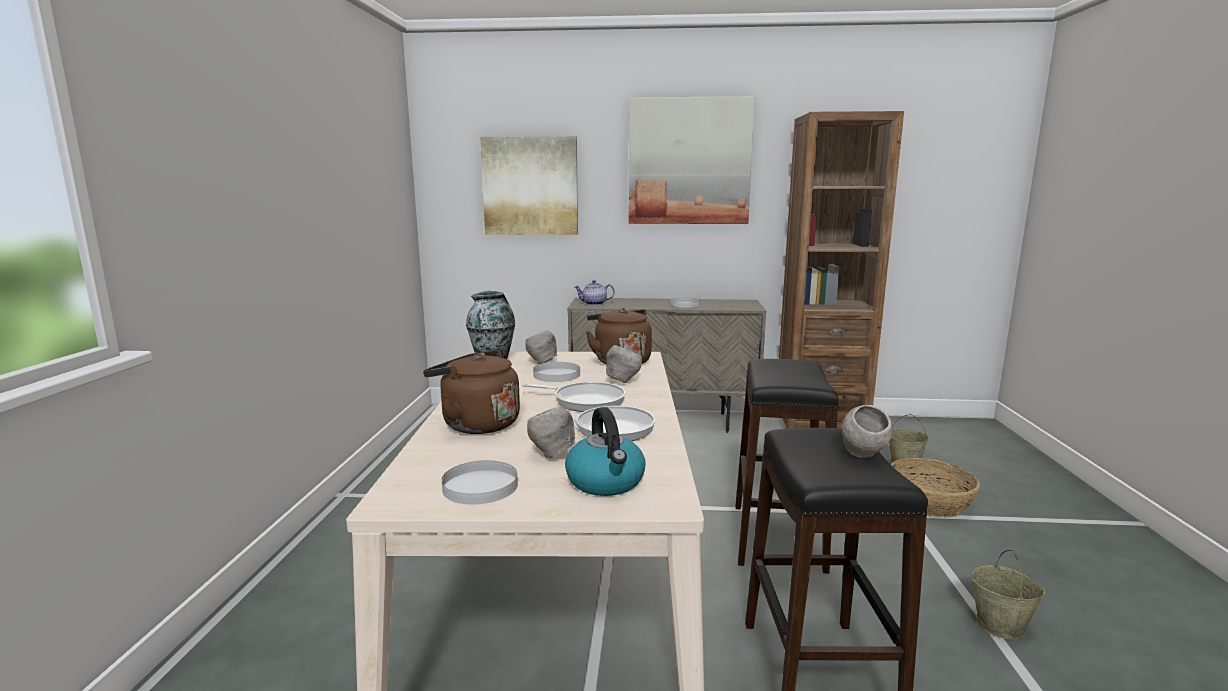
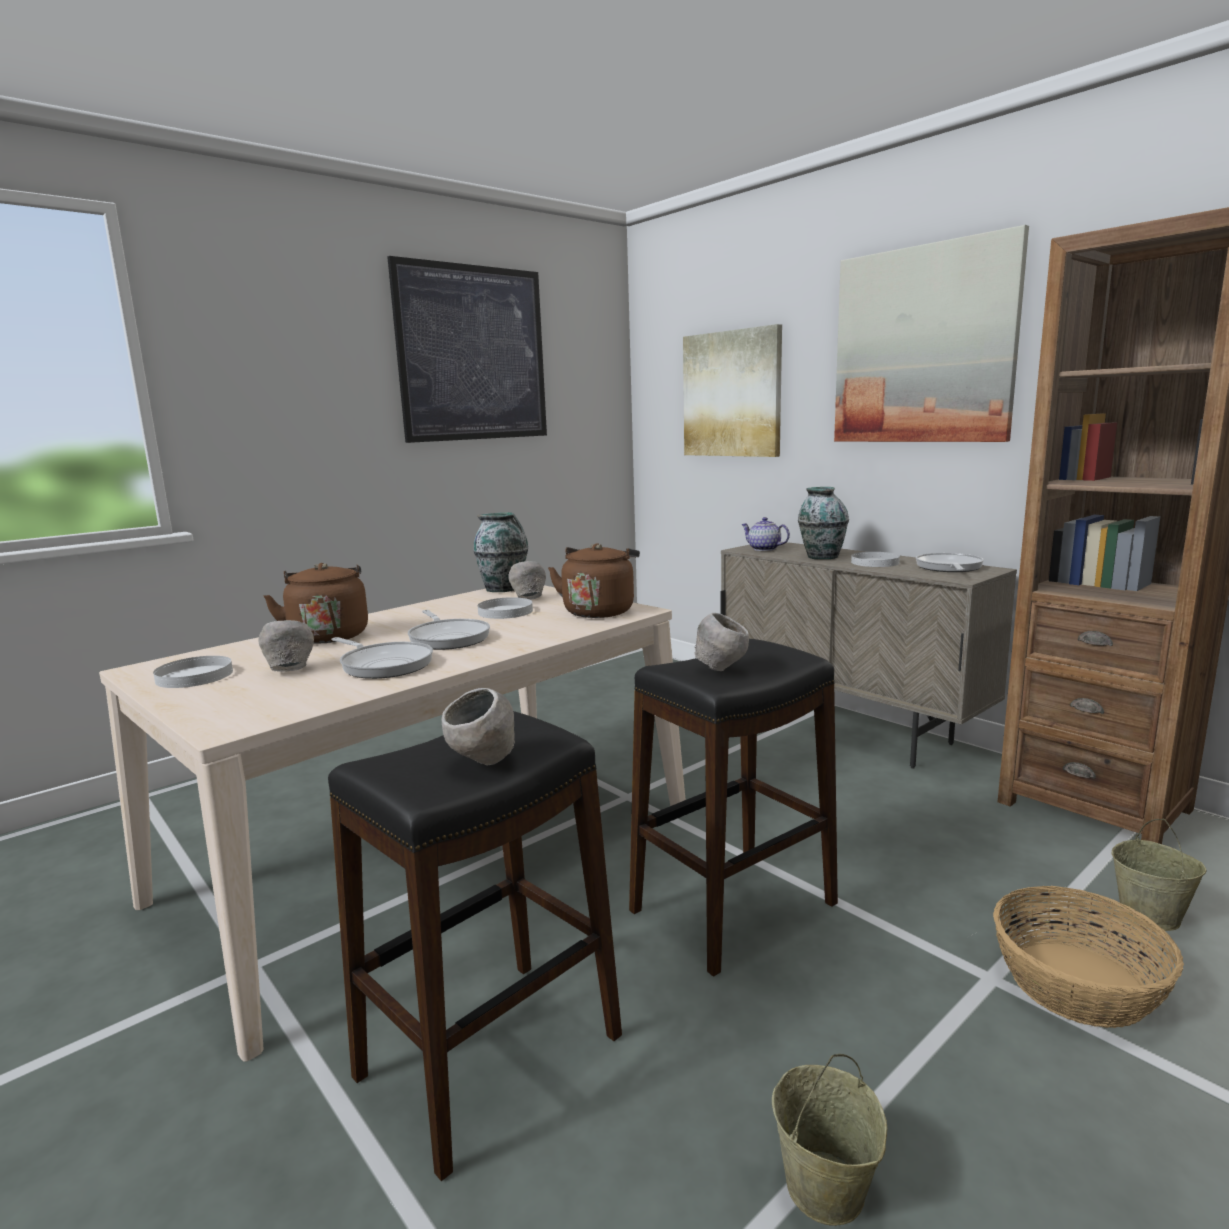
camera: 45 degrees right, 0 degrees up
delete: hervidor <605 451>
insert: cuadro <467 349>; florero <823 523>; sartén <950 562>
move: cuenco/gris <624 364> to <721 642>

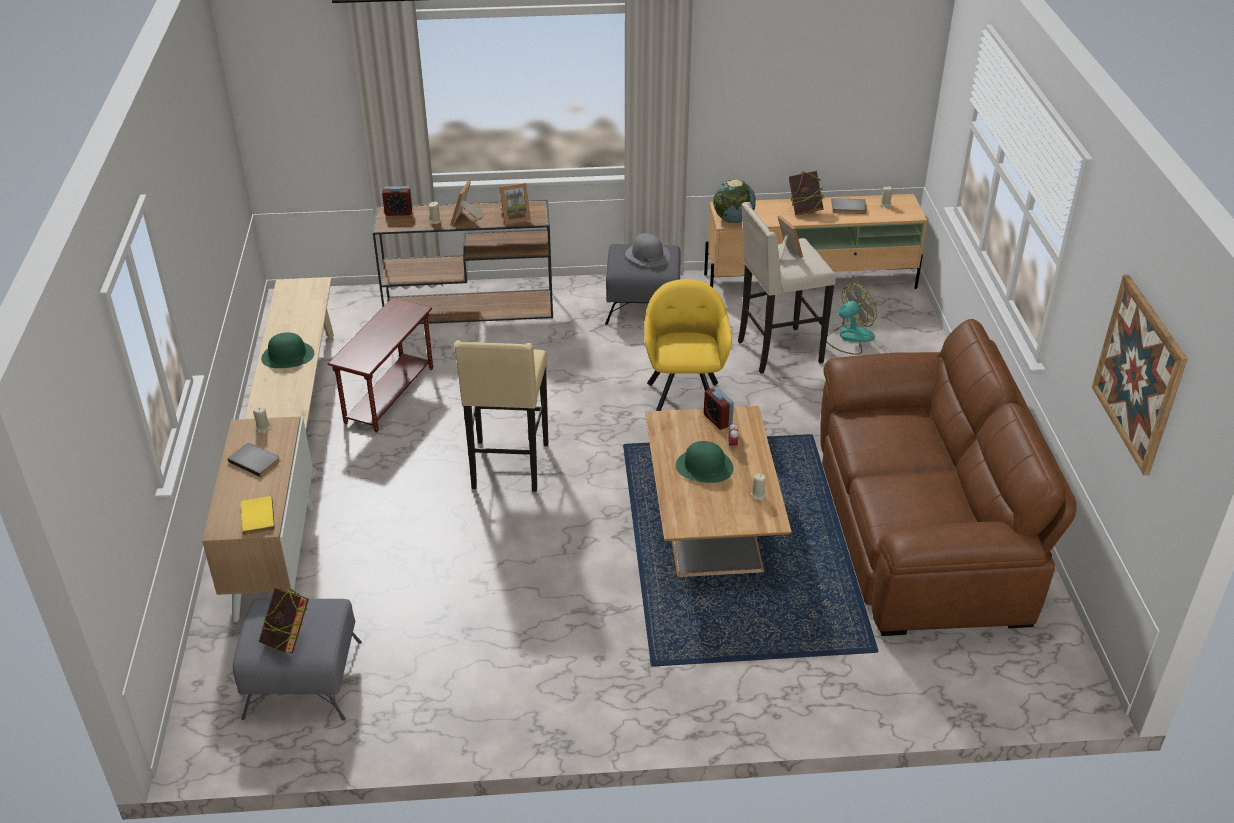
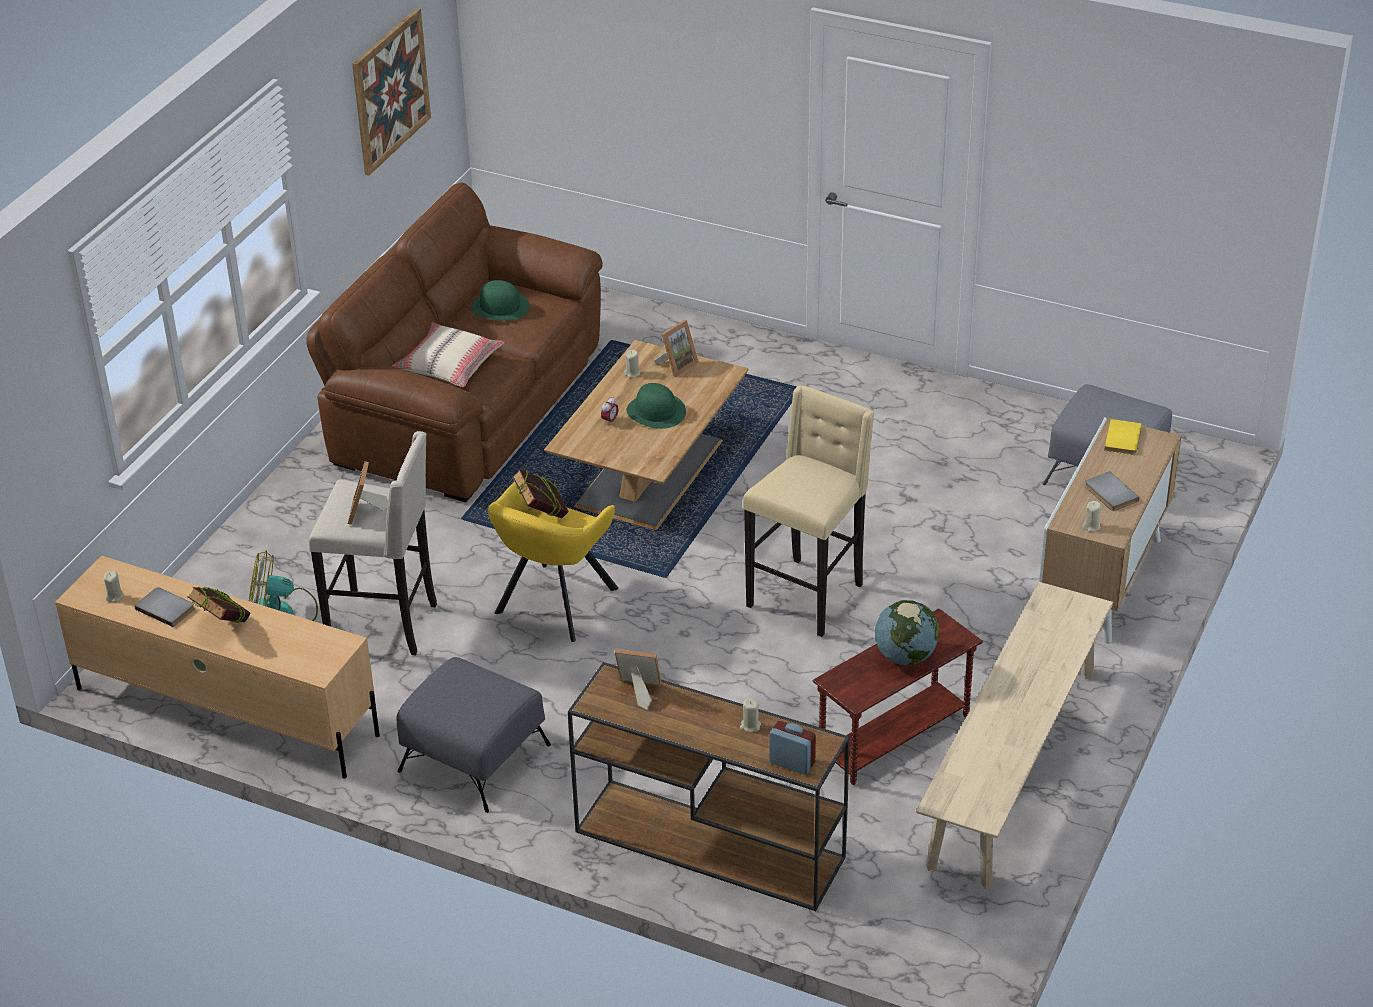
camera: 150 degrees left, 0 degrees up
delete: sombrero/gris <647 250>; despertador <719 408>
insert: cojín/beis <448 355>
move: portarretratos <467 202> to <677 348>; globo terráqueo <734 201> to <907 633>; sombrero/verde <287 350> to <500 300>; libro <284 620> to <540 493>

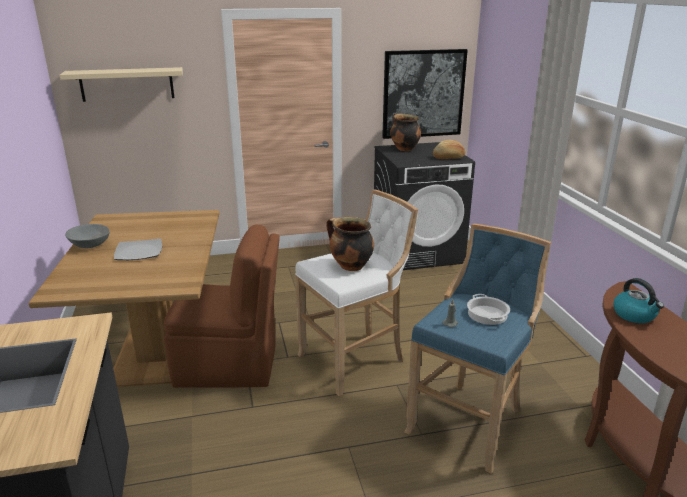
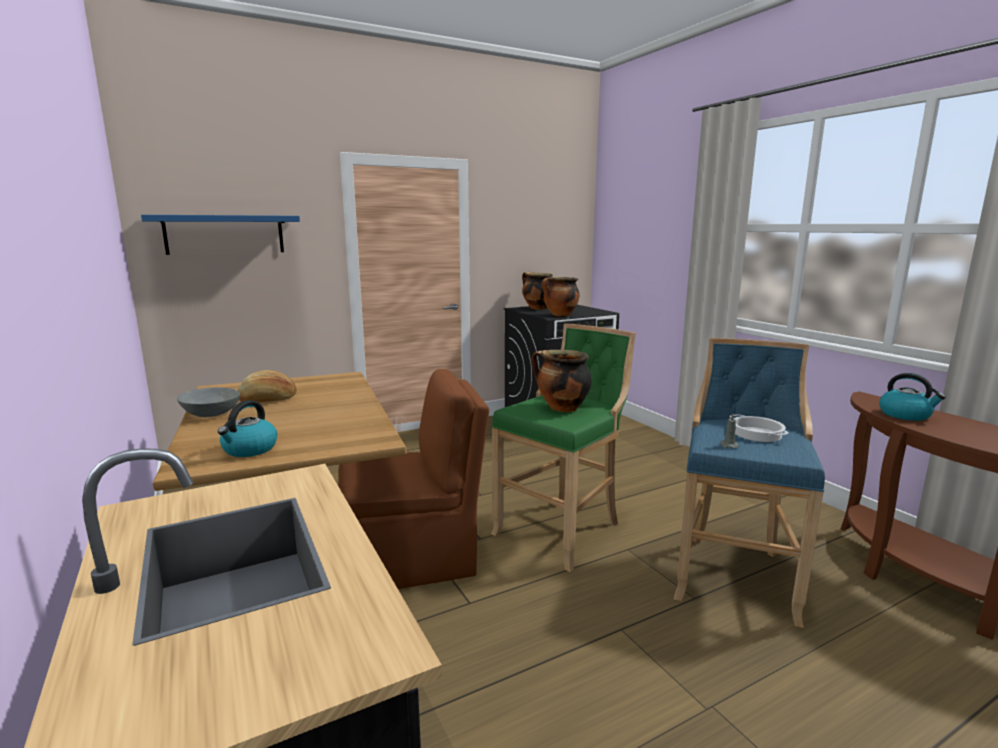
camera: 15 degrees left, 10 degrees down
delete: cuadro <425 94>; plato <138 249>
insert: olla <560 296>; hervidor <247 428>
move: pan <449 149> to <267 386>
recolor: estante/beis <121 84> to estante/azul <220 235>; taburete/blanco <356 293> to taburete/verde <563 448>

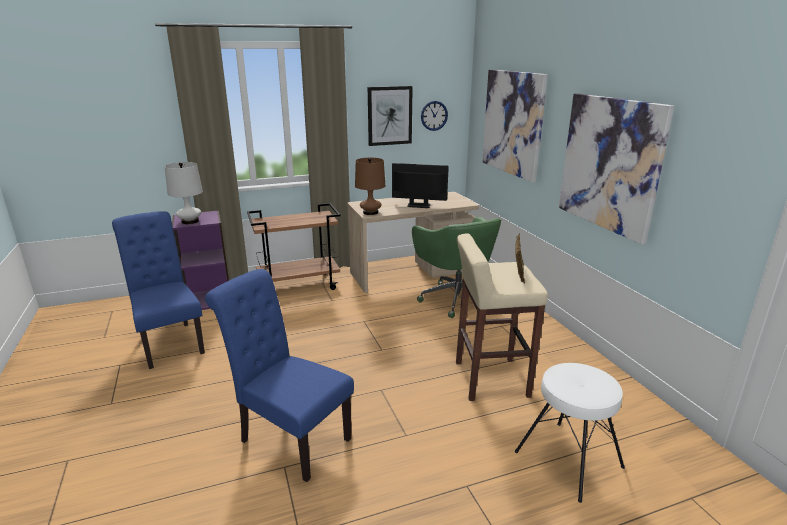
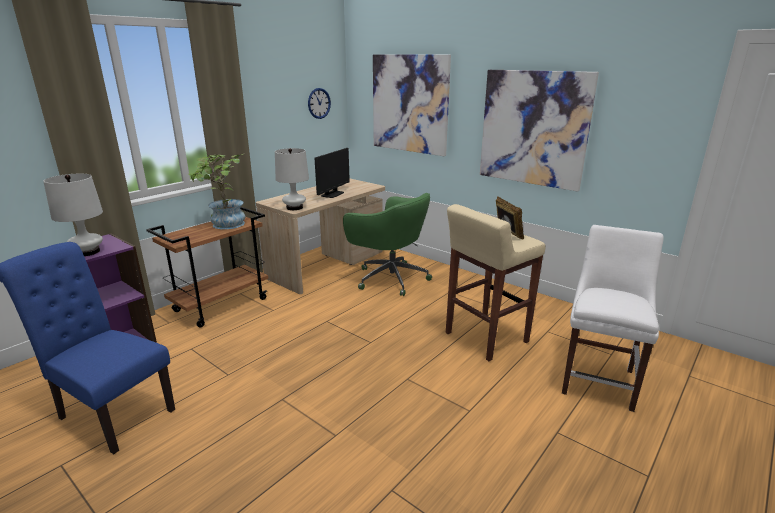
camera: 30 degrees left, 0 degrees up
delete: cuadro <390 116>; silla/azul <279 375>
insert: planta en maceta <216 191>
replace: taburete/blanco <570 433> to silla/blanco <613 318>
recolor: lámpara de mesa/marrón <370 186> to lámpara de mesa/blanco <292 179>
rotate: monitor <420 185> = <332 173> 135 degrees clockwise

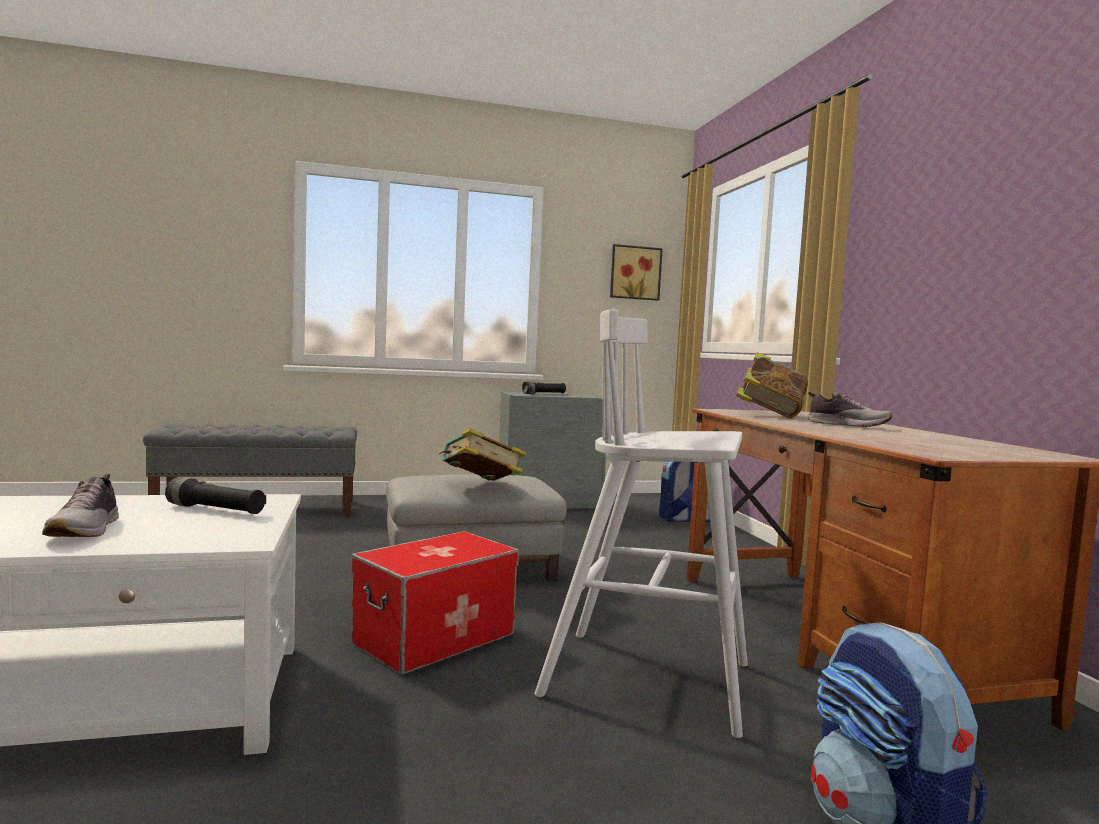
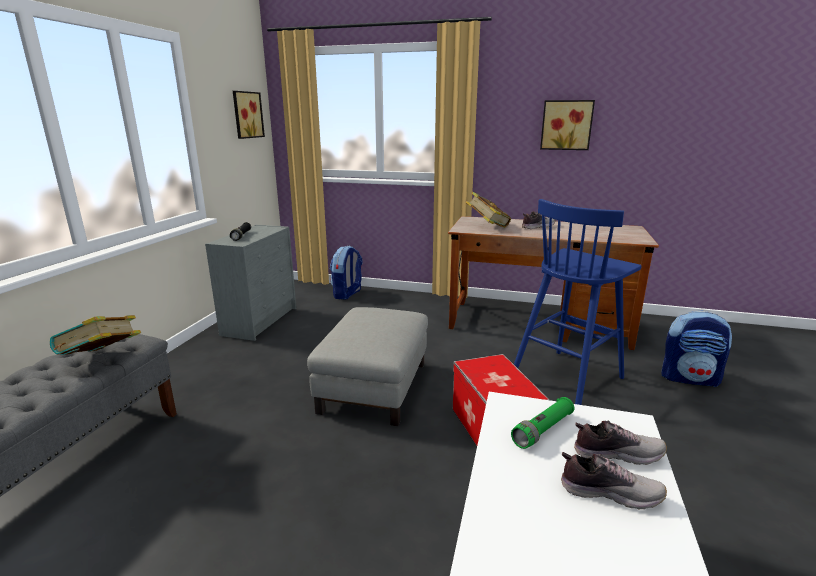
camera: 60 degrees left, 15 degrees up
insert: cuadro <567 125>; zapato <620 443>
move: libro <482 454> to <95 335>
recolor: taburete/blanco <641 523> to taburete/azul <577 302>; linterna/negro <215 495> to linterna/verde <542 423>

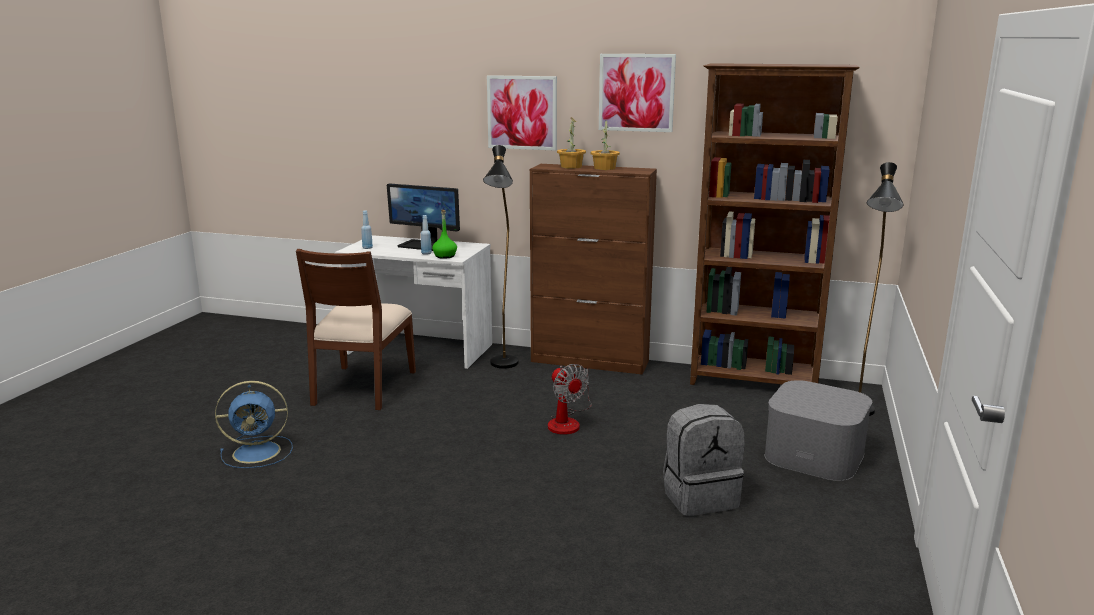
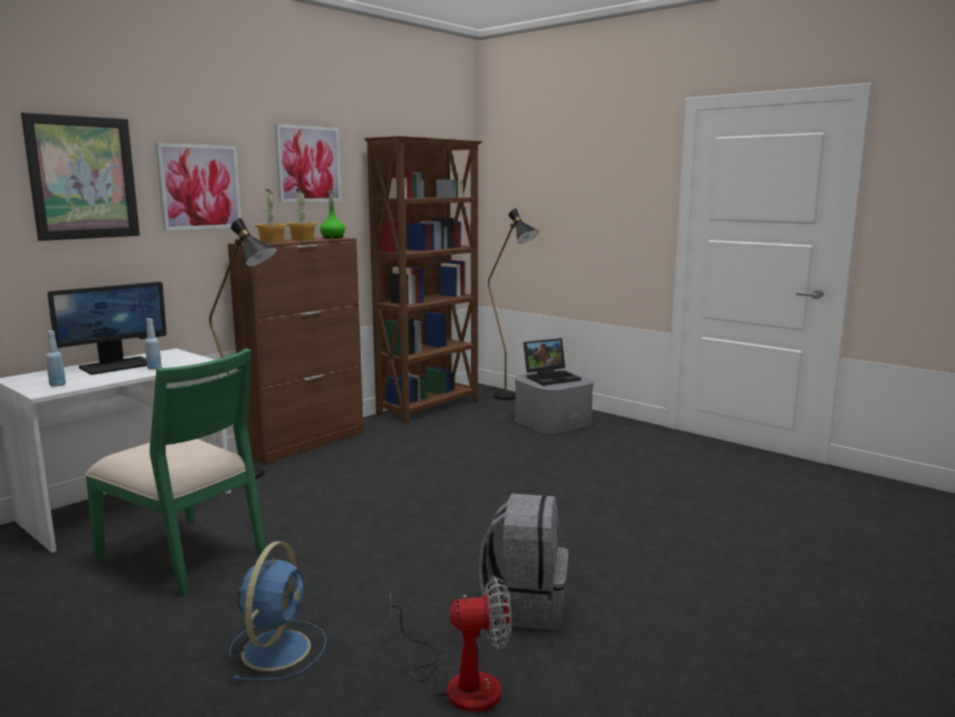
camera: 65 degrees left, 5 degrees down
insert: cuadro <80 176>; portátil <552 362>
move: botella/verde <444 234> to <332 214>; ventilador <570 399> to <450 644>; mochila/gris <704 460> to <523 562>
recolor: silla/marrón <356 329> to silla/verde <175 472>

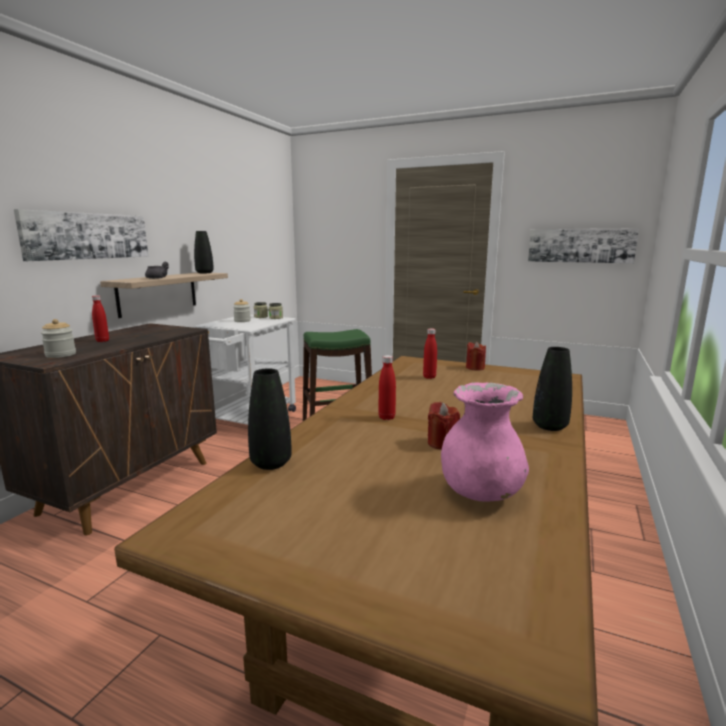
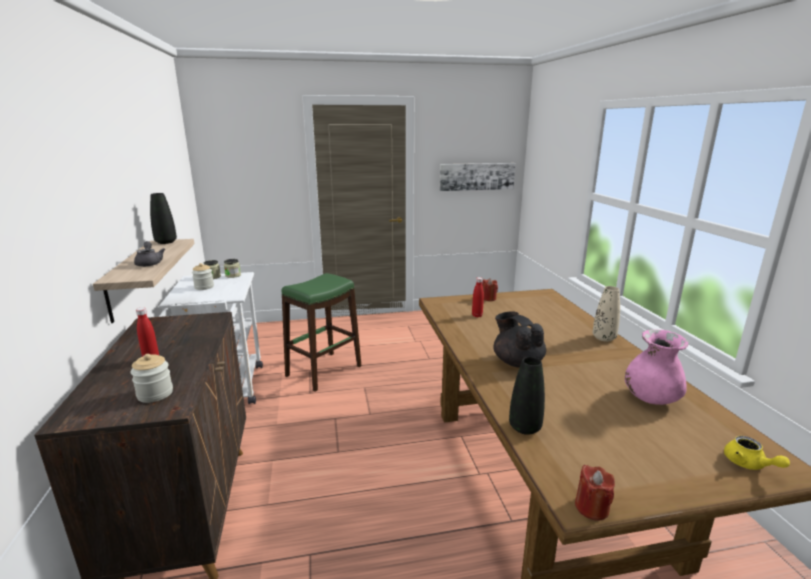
camera: 35 degrees left, 5 degrees up
delete: cuadro <81 235>
insert: tetera/amarillo <757 453>
move: vela/rojo <444 426> to <595 493>
replace: botella/rojo <387 387> to tetera/negro <519 340>
recolor: florero/negro <552 389> to florero/beis <606 314>

